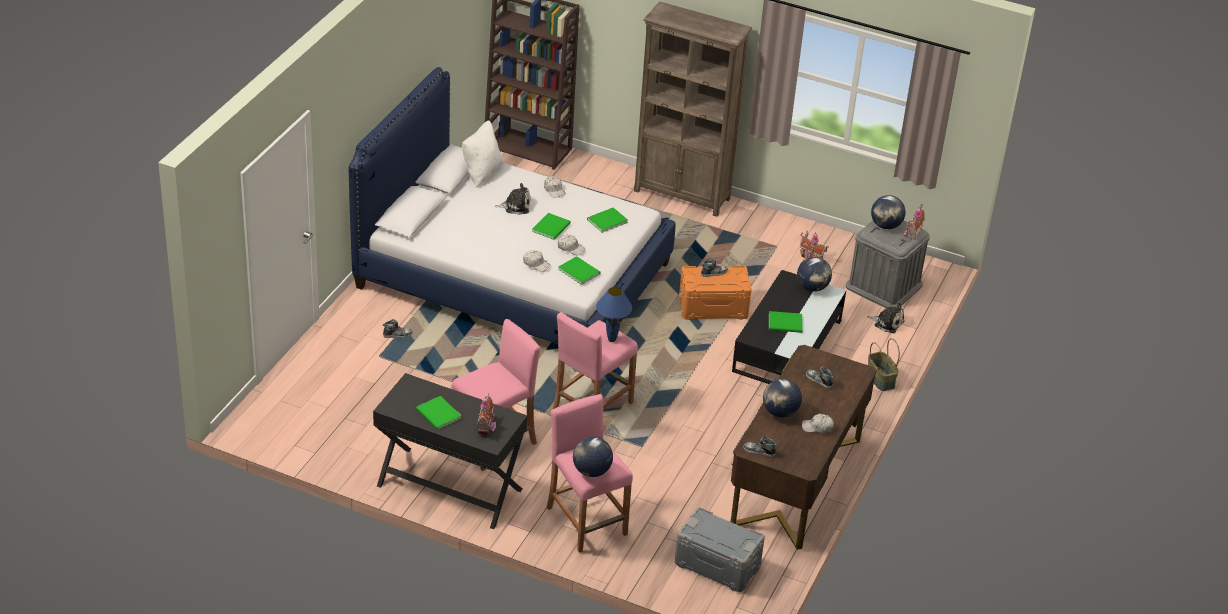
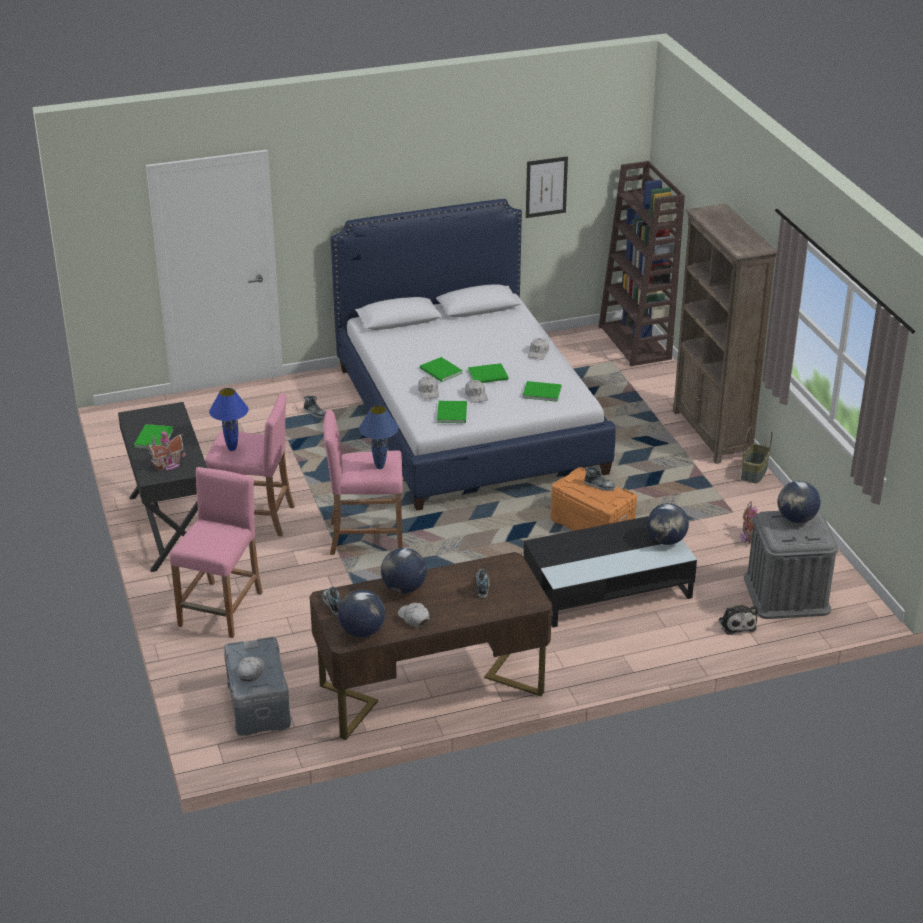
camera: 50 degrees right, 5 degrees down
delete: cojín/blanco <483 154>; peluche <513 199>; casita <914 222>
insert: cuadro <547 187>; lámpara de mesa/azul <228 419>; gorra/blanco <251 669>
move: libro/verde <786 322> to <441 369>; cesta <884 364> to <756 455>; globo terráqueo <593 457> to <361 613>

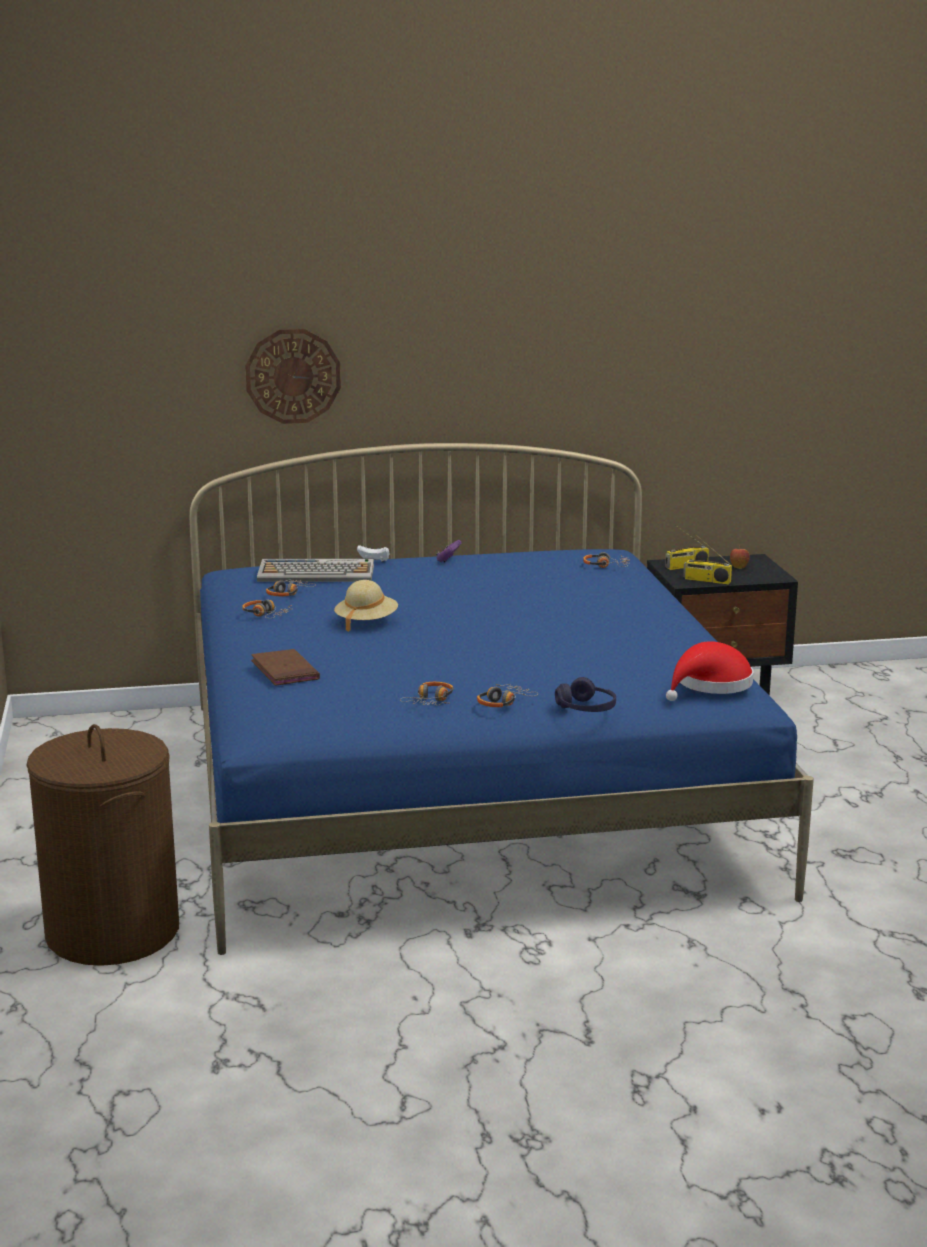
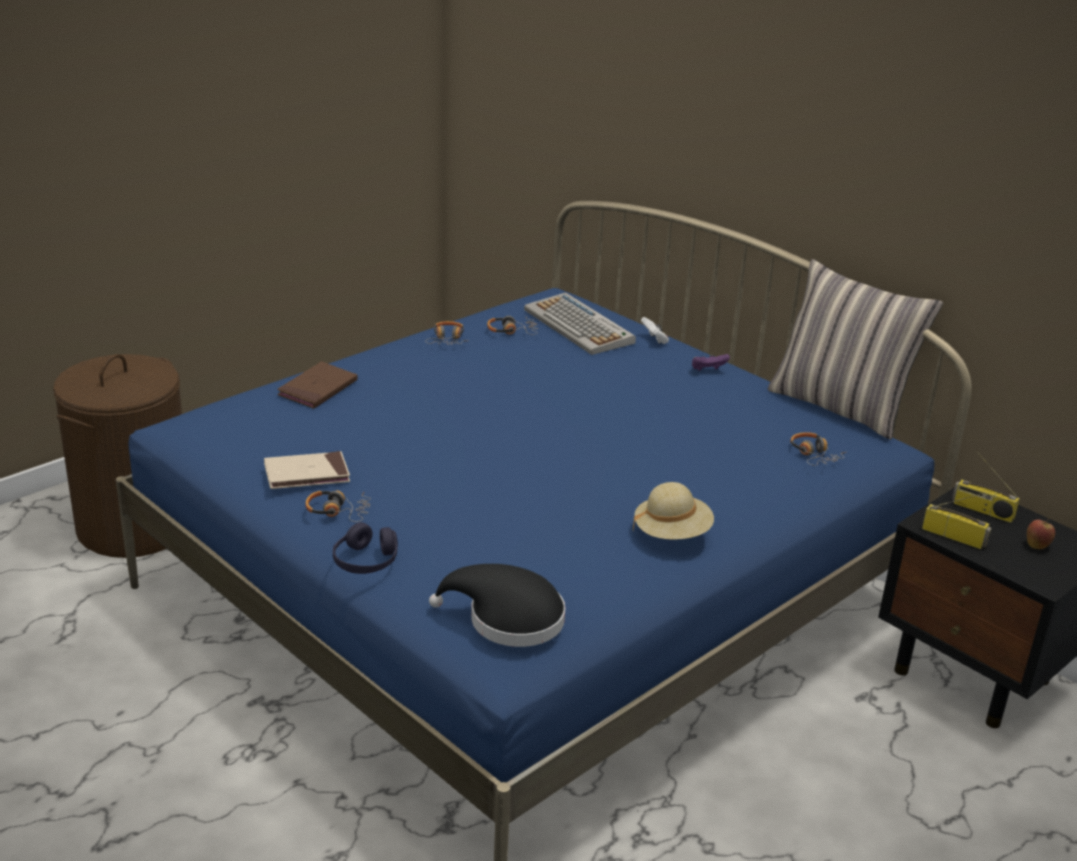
camera: 55 degrees right, 10 degrees up
delete: reloj de pared <293 376>
insert: cojín <855 349>
move: sombrero/beis <366 606> to <673 511>
replace: auriculares <426 694> to libro/beis <307 470>
recolor: sombrero/rojo <710 671> to sombrero/negro <497 605>
rotate: radio <707 559> = <957 521> 135 degrees clockwise

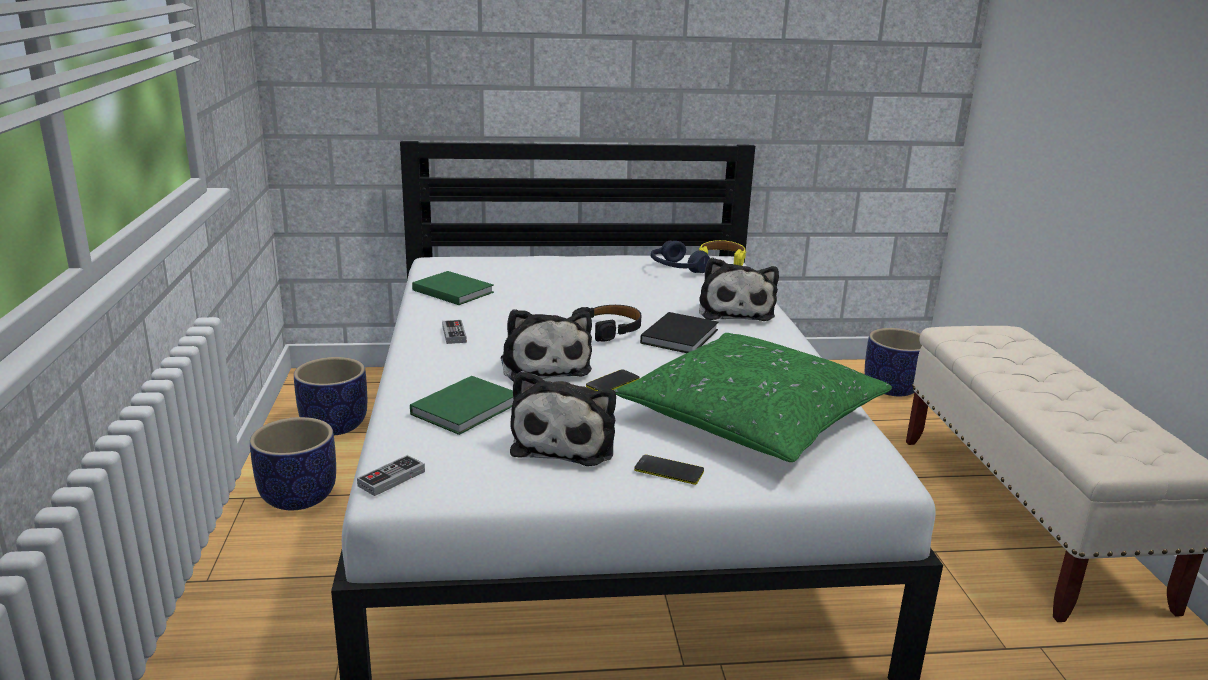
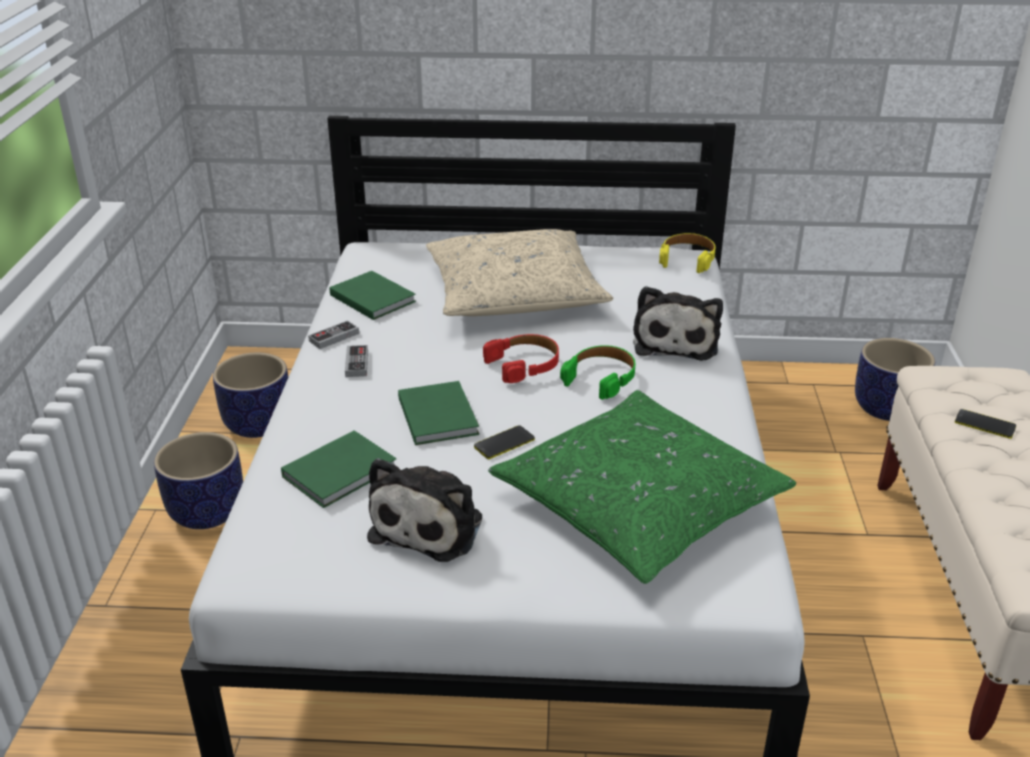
camera: 10 degrees right, 10 degrees up
delete: auriculares/azul <680 257>
insert: cojín/beis <519 272>
move: mando de consola <391 475> to <333 334>; móvil <669 470> to <985 424>
replace: peluche <546 345> to libro/verde <438 413>; libro/negro <679 332> to auriculares/verde <597 372>
recolor: auriculares/negro <606 323> to auriculares/rojo <521 358>

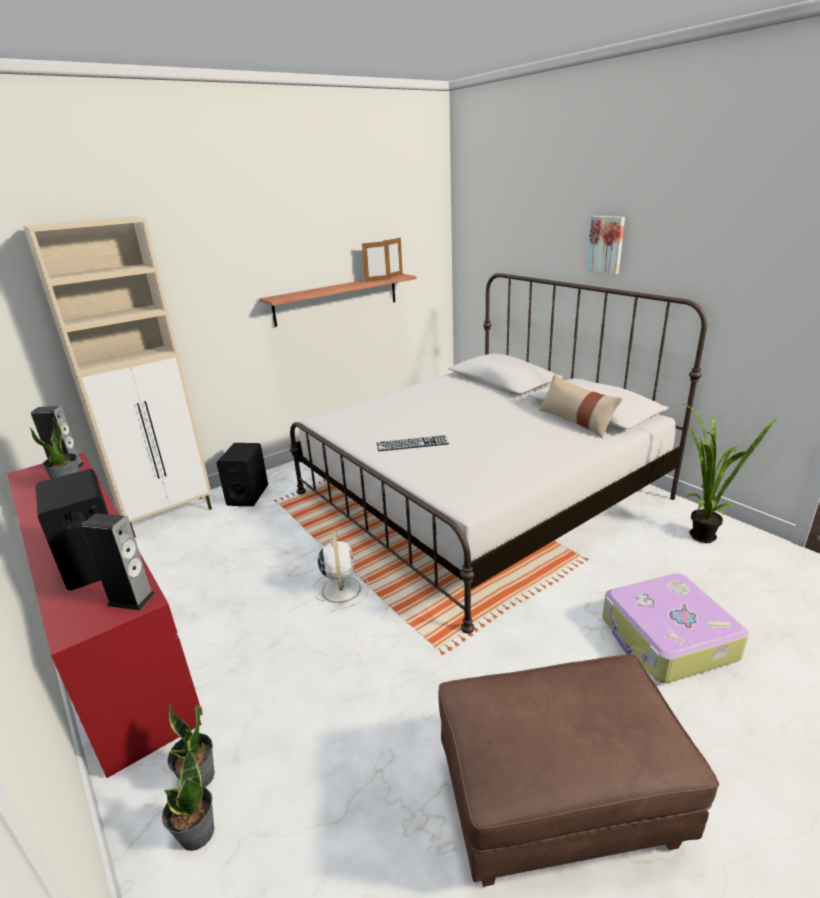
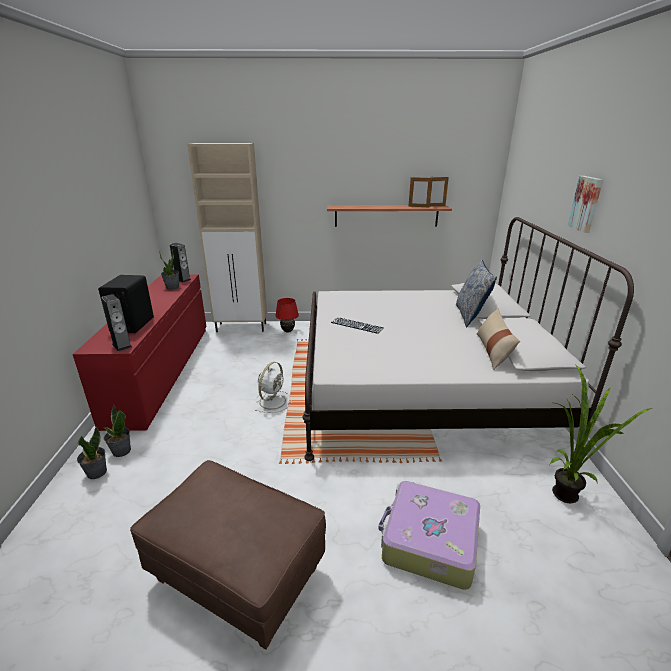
camera: 35 degrees right, 0 degrees up
insert: cojín <476 293>
replace: altavoz/negro <242 474> to lámpara de mesa/rojo <287 315>

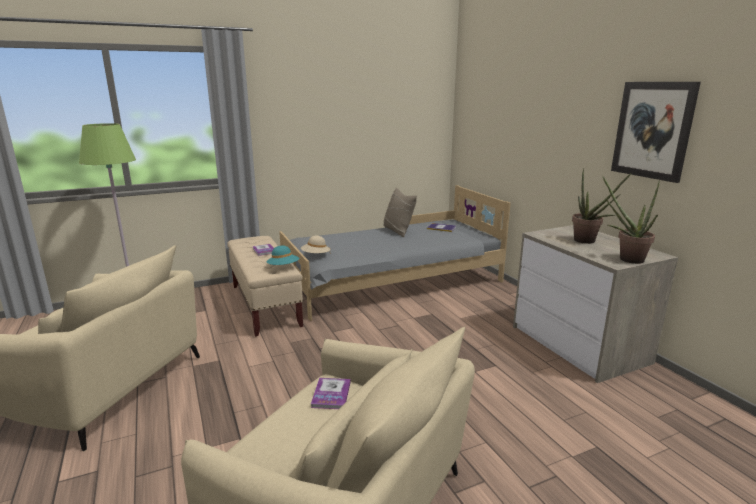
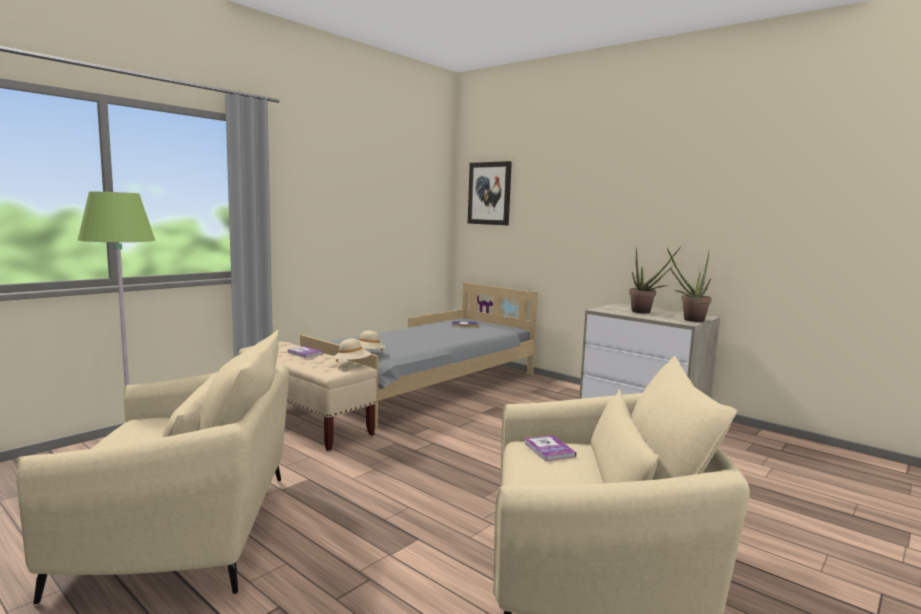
camera: 25 degrees left, 10 degrees down
delete: cojín/beis <400 212>
move: cuadro <656 132> to <490 193>
recolor: sombrero/turquesa <282 255> to sombrero/beis <352 350>

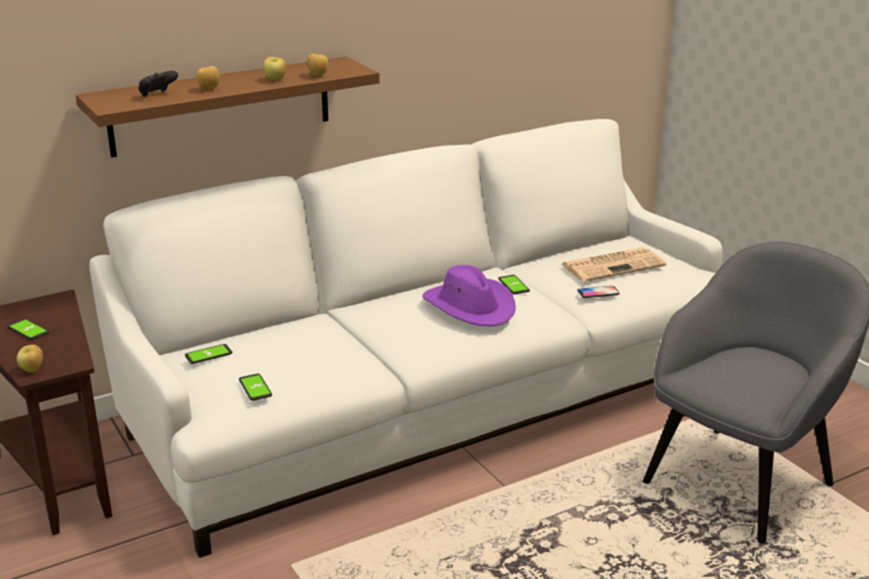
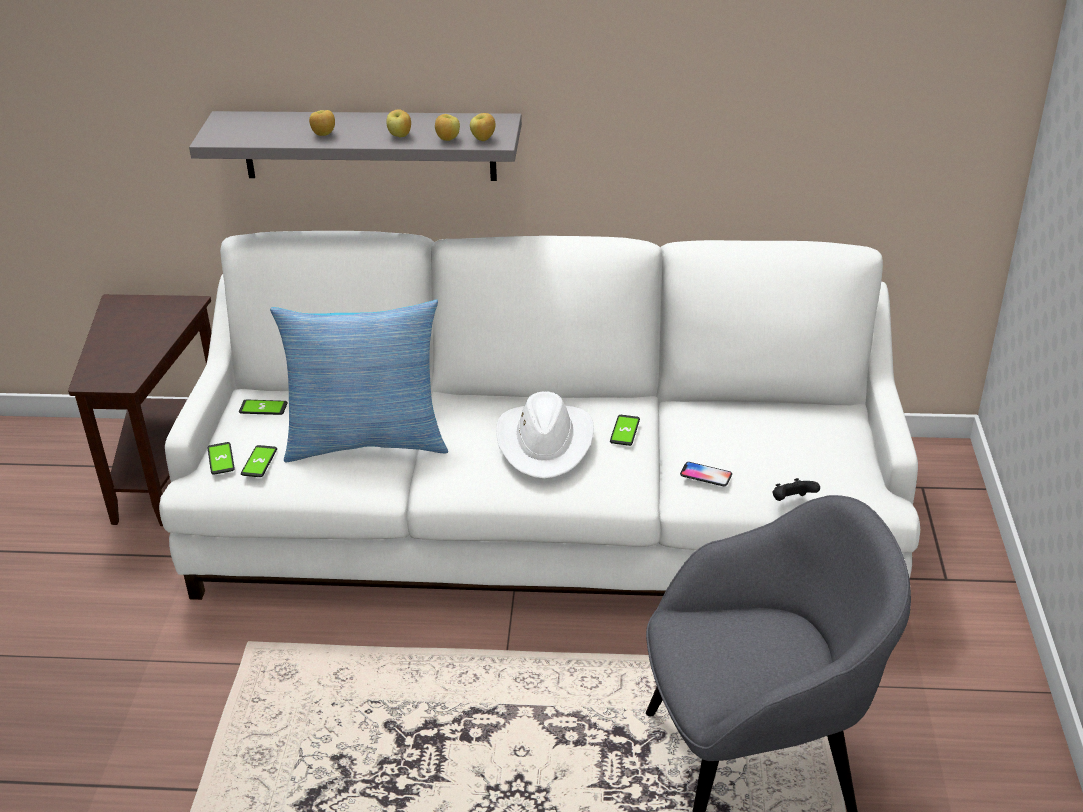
camera: 35 degrees right, 10 degrees up
delete: periódico <614 264>
insert: cojín <359 380>
move: mando de consola/negro <158 84> to <796 489>; móvil <28 329> to <221 458>; manzana <30 358> to <483 127>
recolor: estante/marrón <228 107> to estante/gris <355 146>; sombrero/morado <469 295> to sombrero/blanco <545 435>

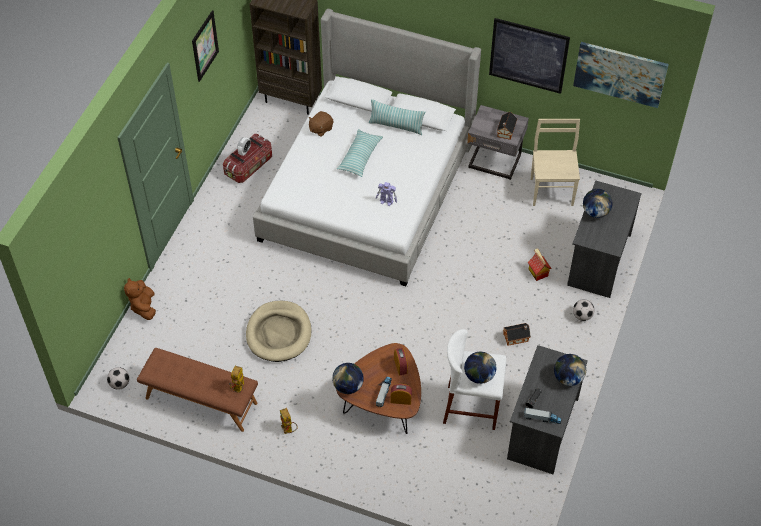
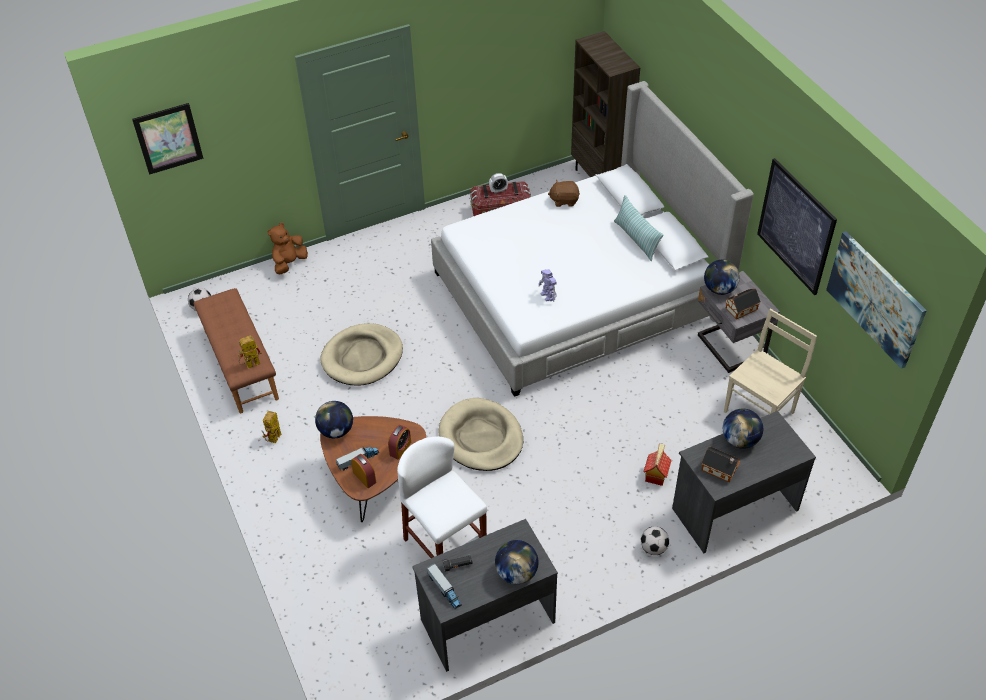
camera: 45 degrees right, 5 degrees down
delete: cojín <360 153>
insert: cama para perro/beis <480 434>
move: cuadro <205 46> to <167 139>; casita <517 334> to <721 464>; globo terráqueo <480 368> to <722 277>

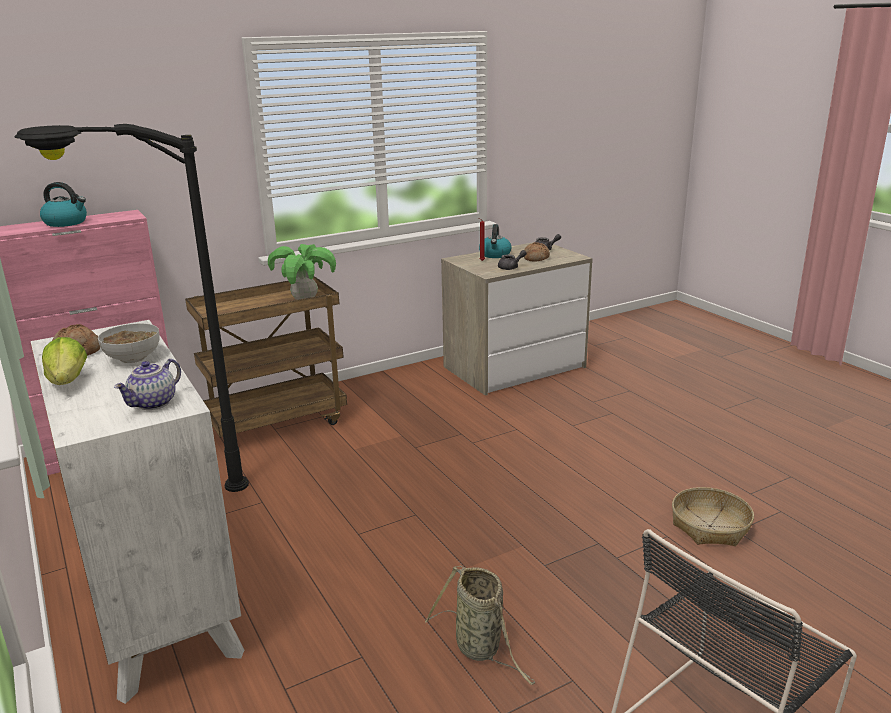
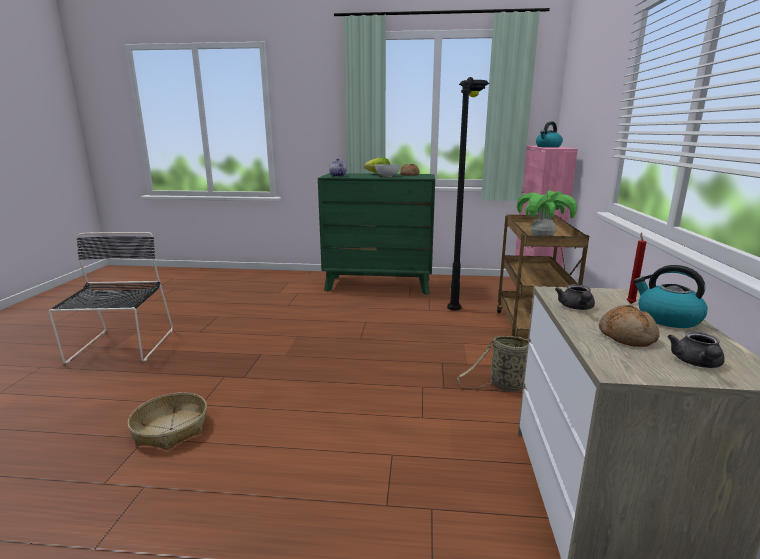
camera: 125 degrees right, 5 degrees down
move: cesta <480 625> to <492 364>
recolor: cómoda/blanco <137 512> to cómoda/verde <376 234>

